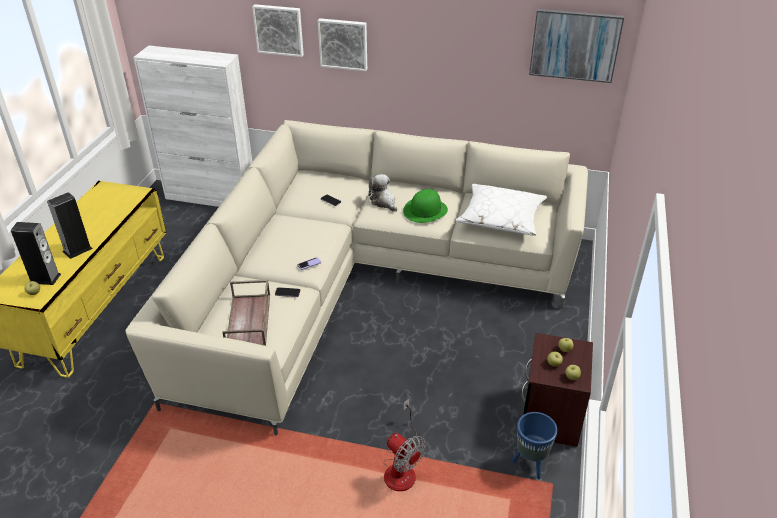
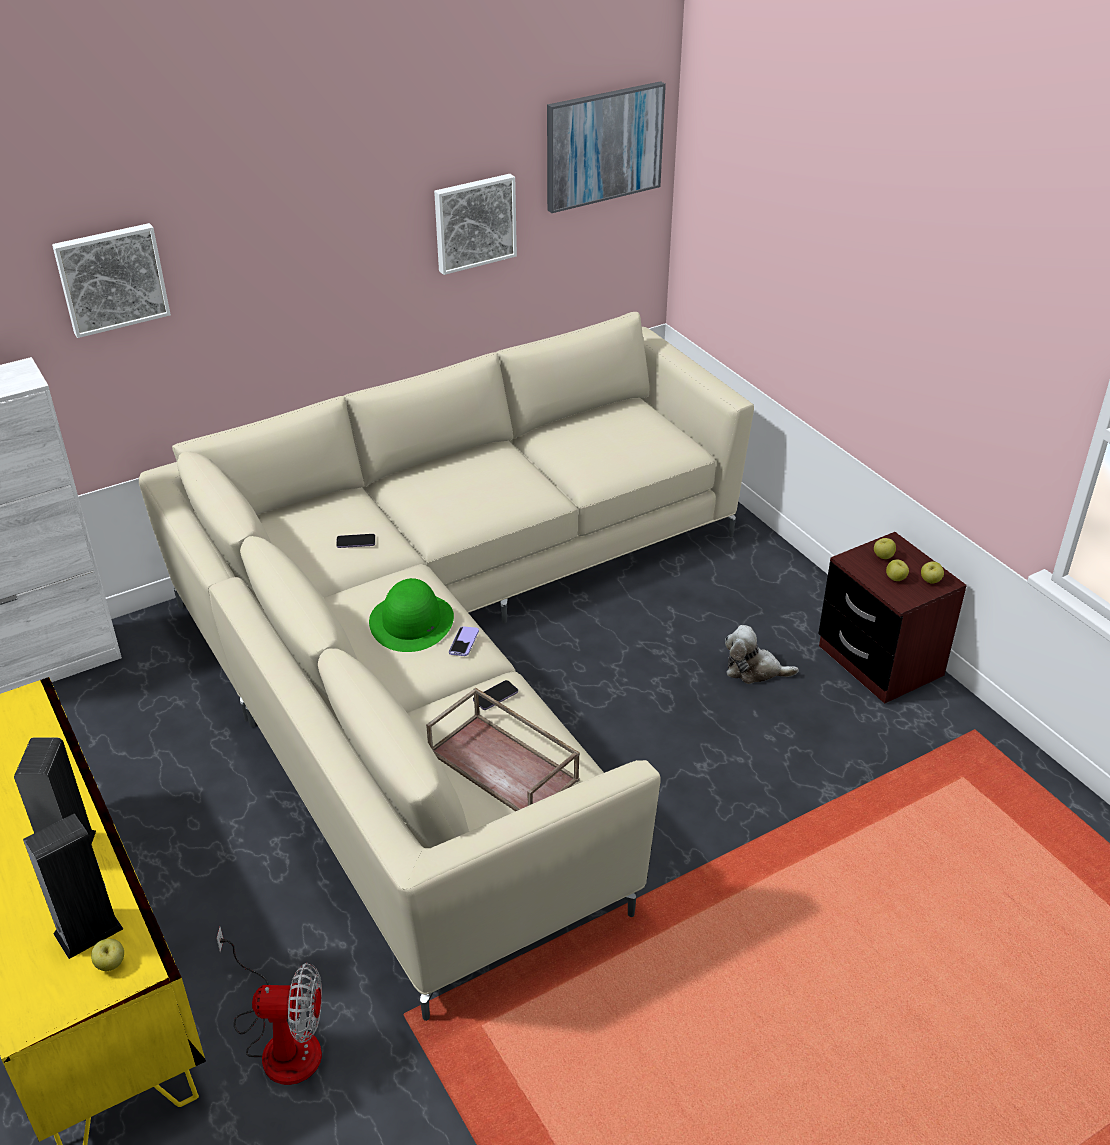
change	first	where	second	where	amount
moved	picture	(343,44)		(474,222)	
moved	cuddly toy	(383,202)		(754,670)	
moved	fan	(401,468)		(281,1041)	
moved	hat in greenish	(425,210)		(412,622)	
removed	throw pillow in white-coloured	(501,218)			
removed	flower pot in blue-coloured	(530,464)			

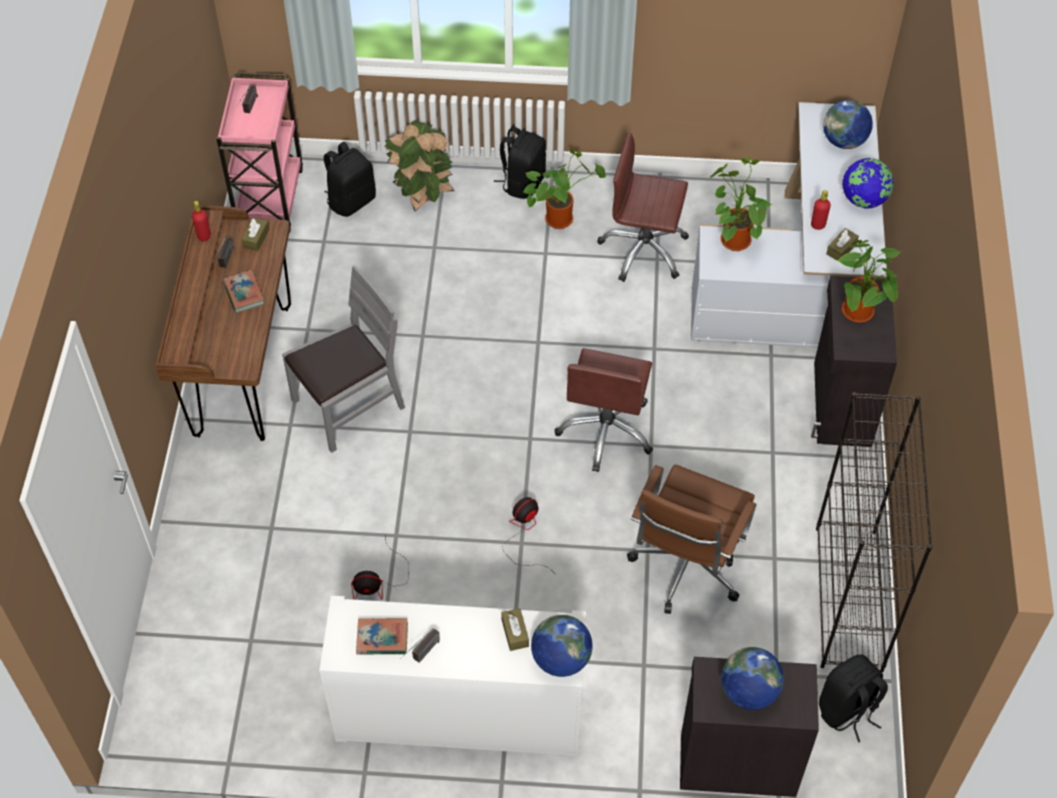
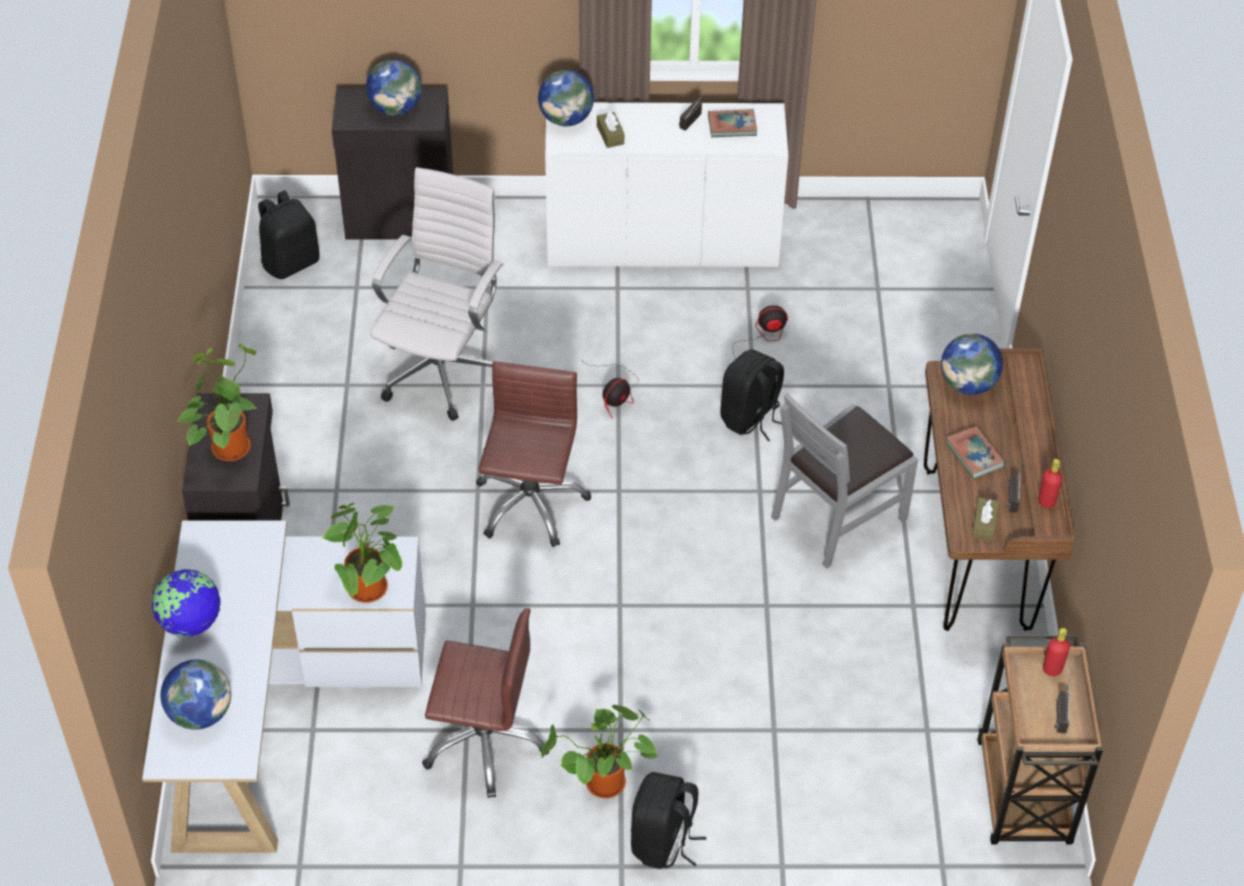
change	first	where	second	where	amount
recoloured	cart in pinkish	(269,197)	cart in brownish	(1024,795)	
moved	rucksack in black	(351,201)		(750,418)	
removed	potted plant	(421,194)			
recoloured	computer chair in brownish	(685,570)	computer chair in white-coloured	(442,369)	
moved	beverage bottle in red	(818,225)		(1052,669)	
removed	bookcase in black	(849,599)			
removed	tissue box in brownish	(841,249)			
added			desk globe	(968,384)	

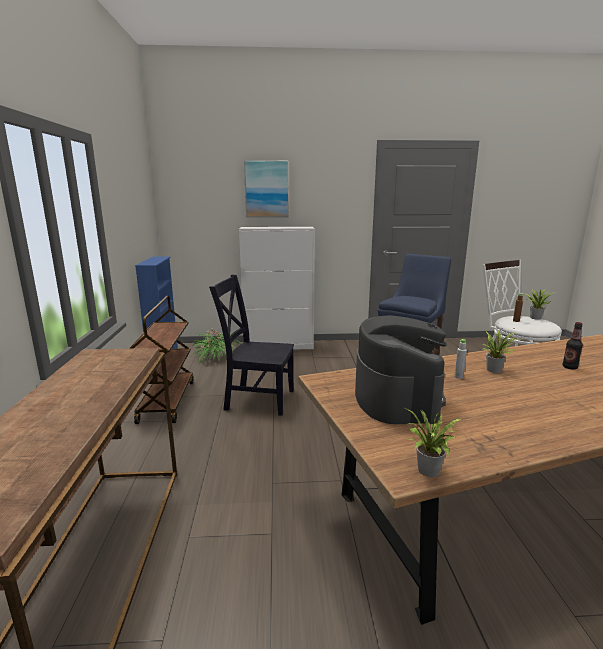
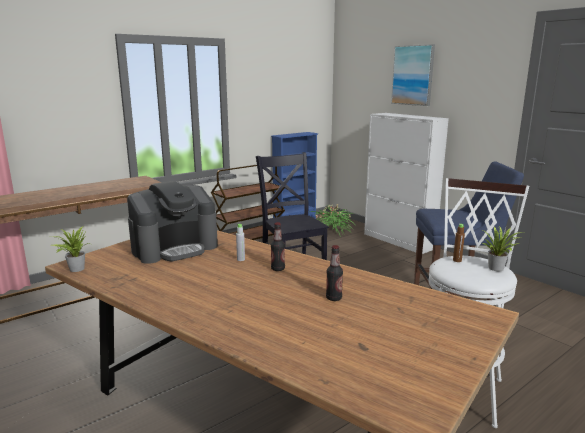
change	first	where	second	where	amount
replaced	potted plant	(494,369)	beverage bottle	(278,269)	

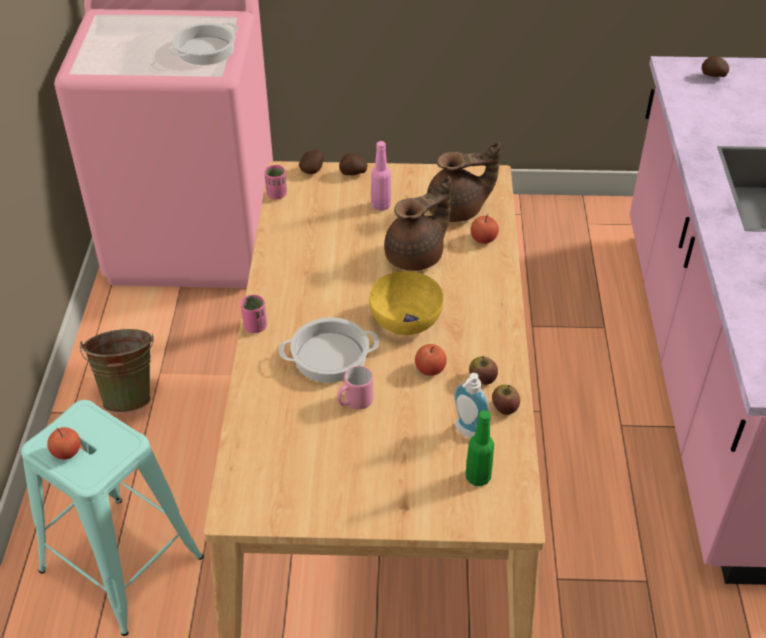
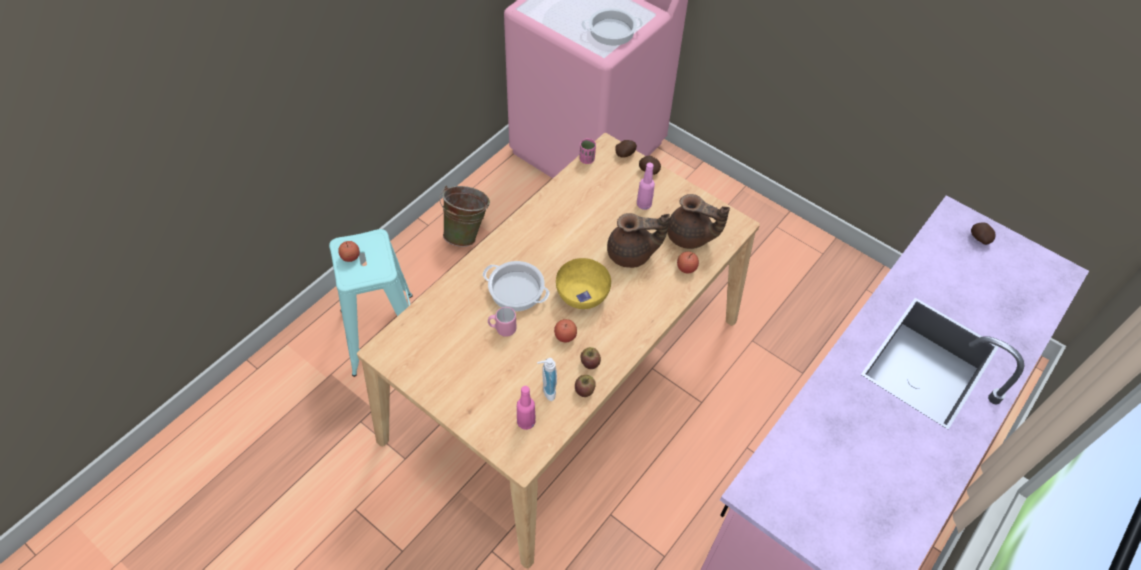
change	first	where	second	where	amount
removed	drinking cup in pinkish	(255,327)			
recoloured	beverage bottle in greenish	(478,477)	beverage bottle in pinkish	(526,422)	

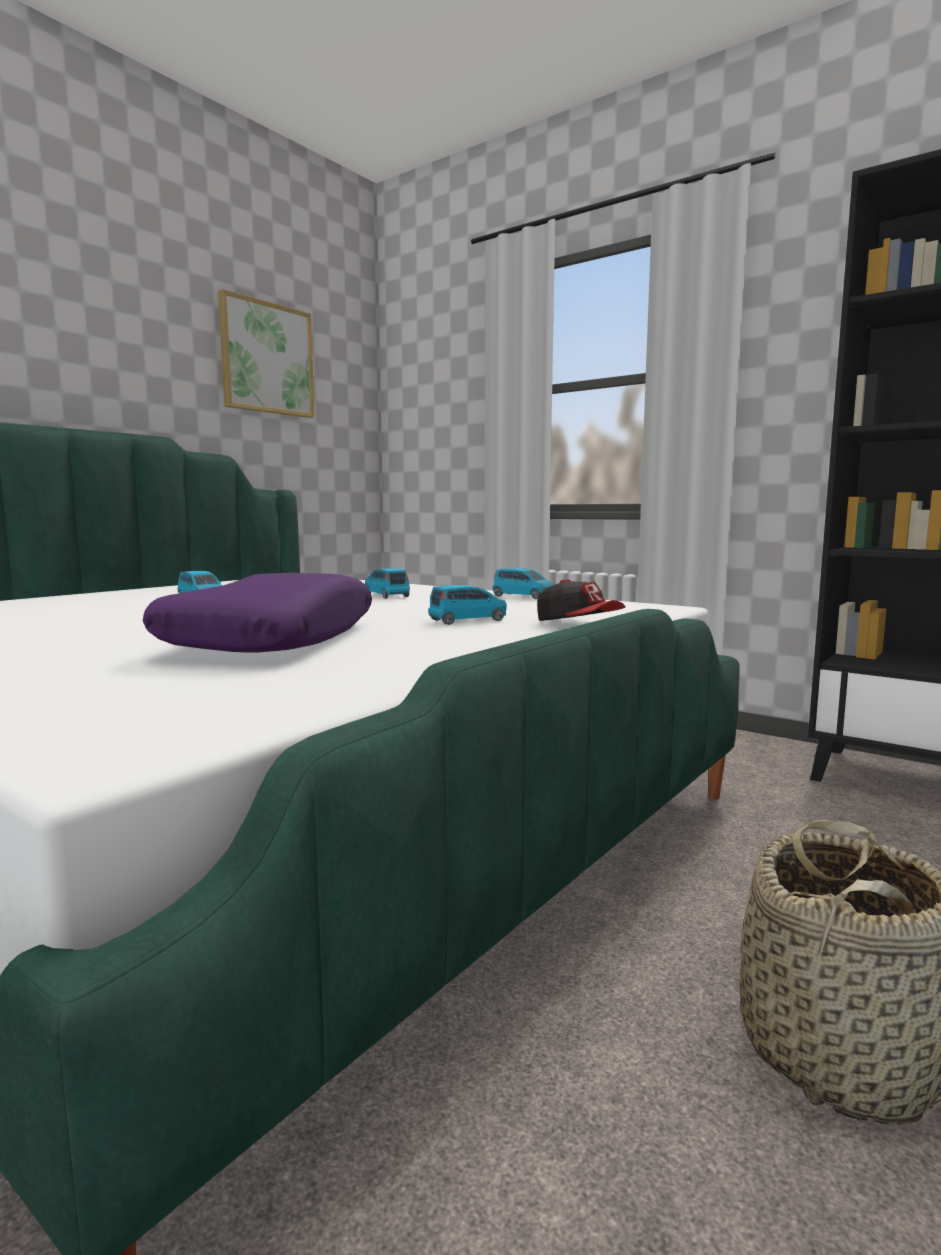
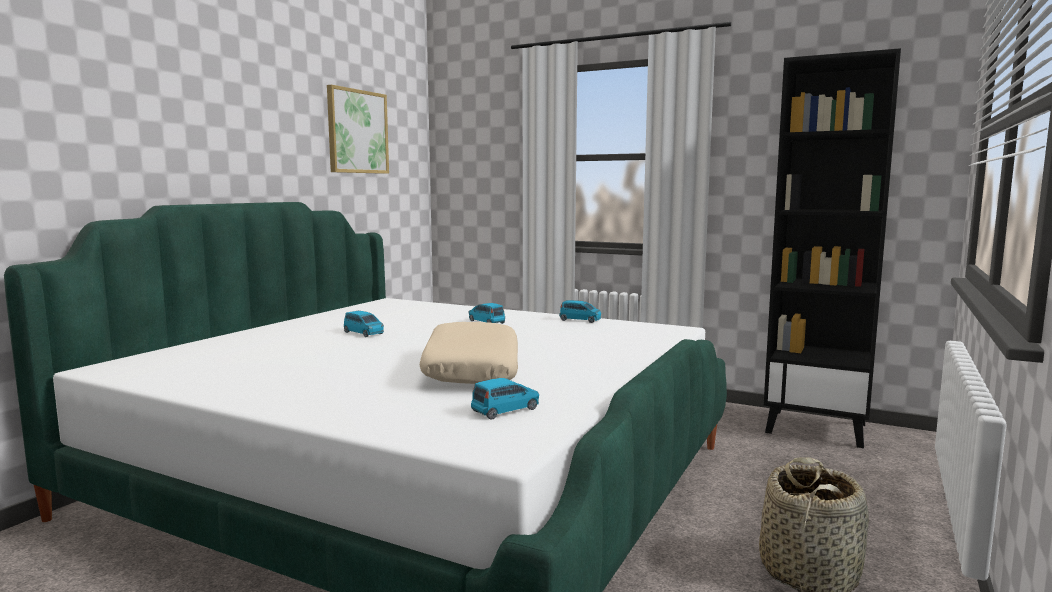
change	first	where	second	where	amount
recoloured	throw pillow in purple	(273,639)	throw pillow in sand-coloured	(471,369)	
moved	toy car in blue-coloured	(468,620)		(505,410)	
removed	baseball cap	(578,624)			

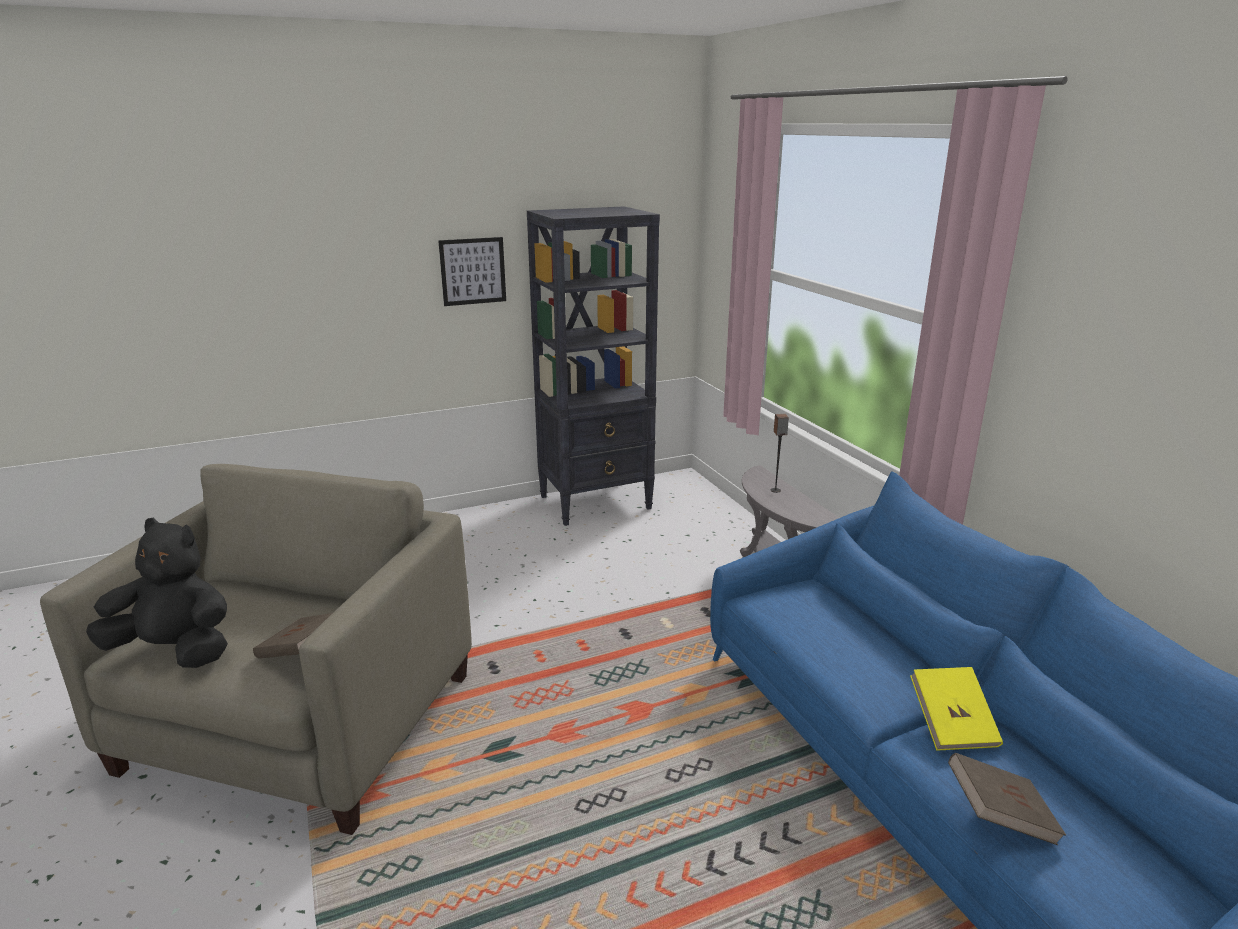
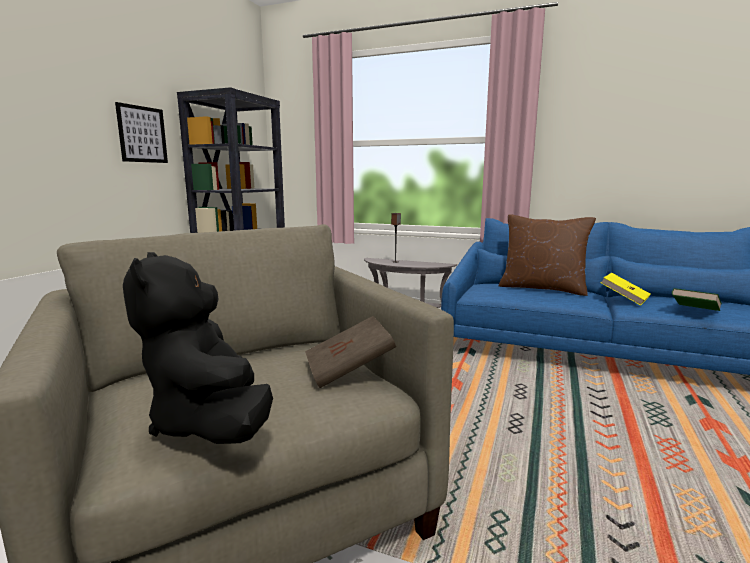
change	first	where	second	where	amount
turned	cuddly toy in black	(175,650)		(210,423)	75 degrees counterclockwise
recoloured	book in brownish	(999,815)	book in greenish	(694,311)	
added			throw pillow in brownish	(542,288)	

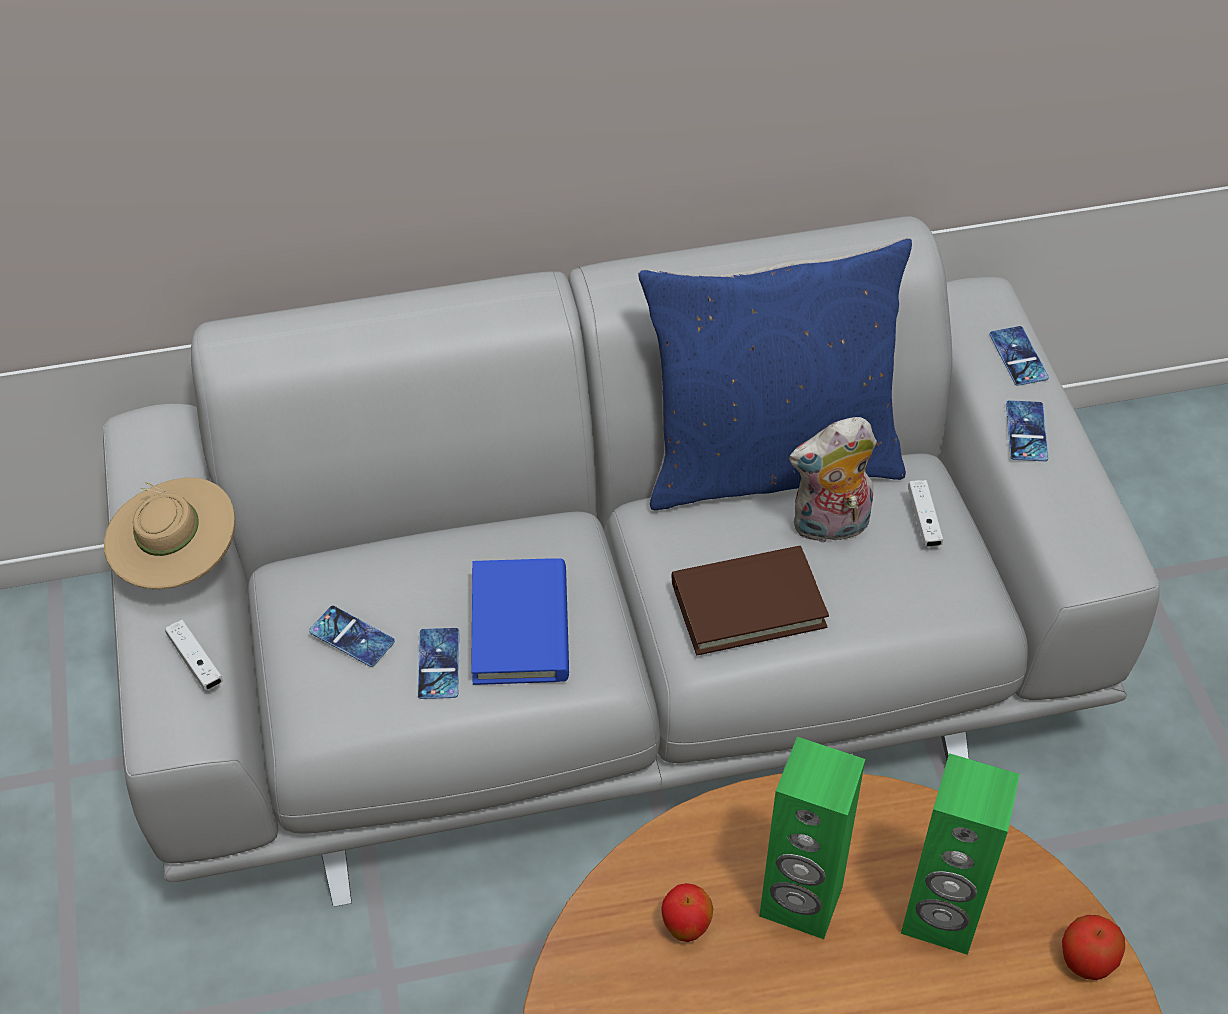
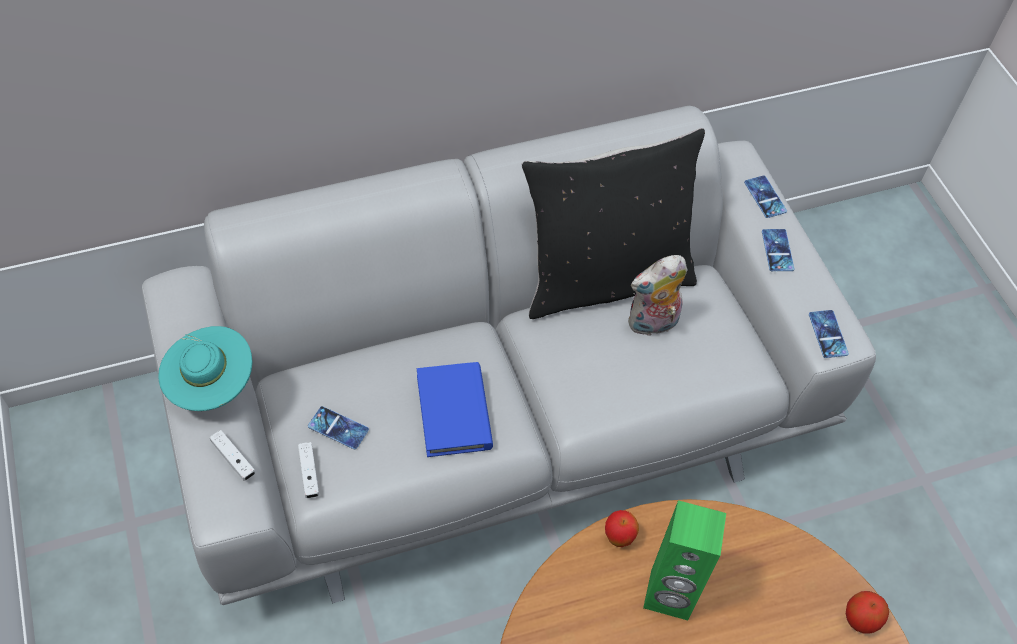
change	first	where	second	where	amount
recoloured	hat in sand-coloured	(178,564)	hat in turquoise-coloured	(211,386)	
moved	telephone	(438,664)		(828,334)	
recoloured	throw pillow in blue-coloured	(769,461)	throw pillow in black	(604,278)	
moved	apple fruit	(686,928)		(618,538)	
removed	book in brownish	(748,604)			
removed	speaker in greenish	(941,918)			
moved	joypad in white-coloured	(924,520)		(309,473)	

